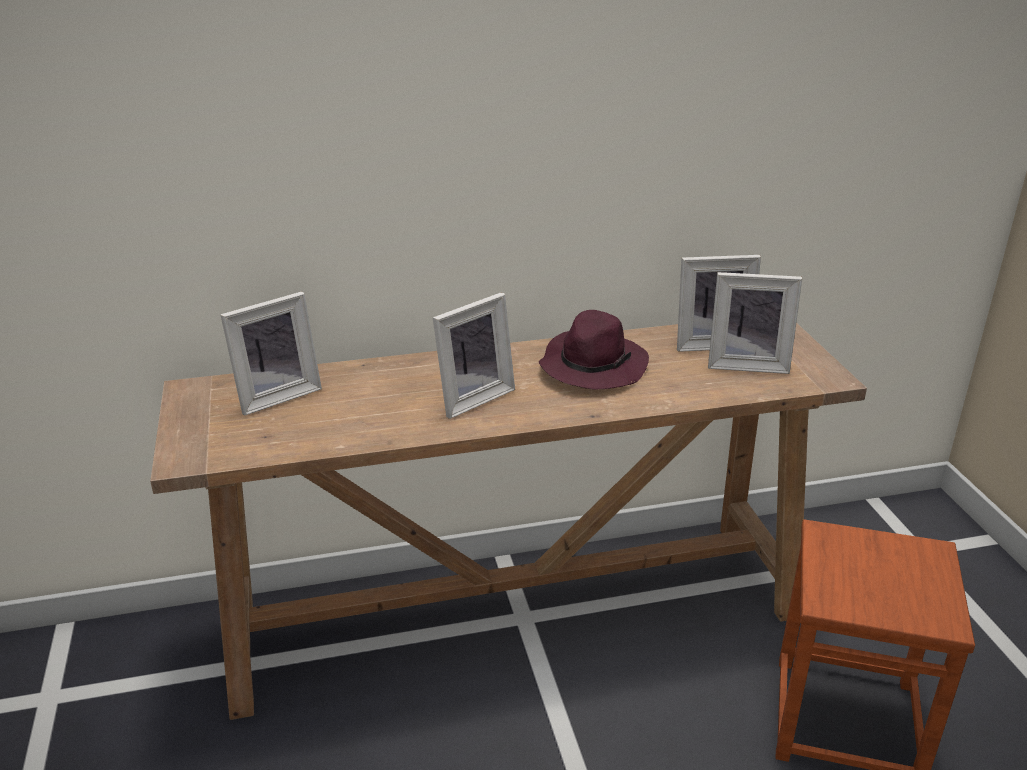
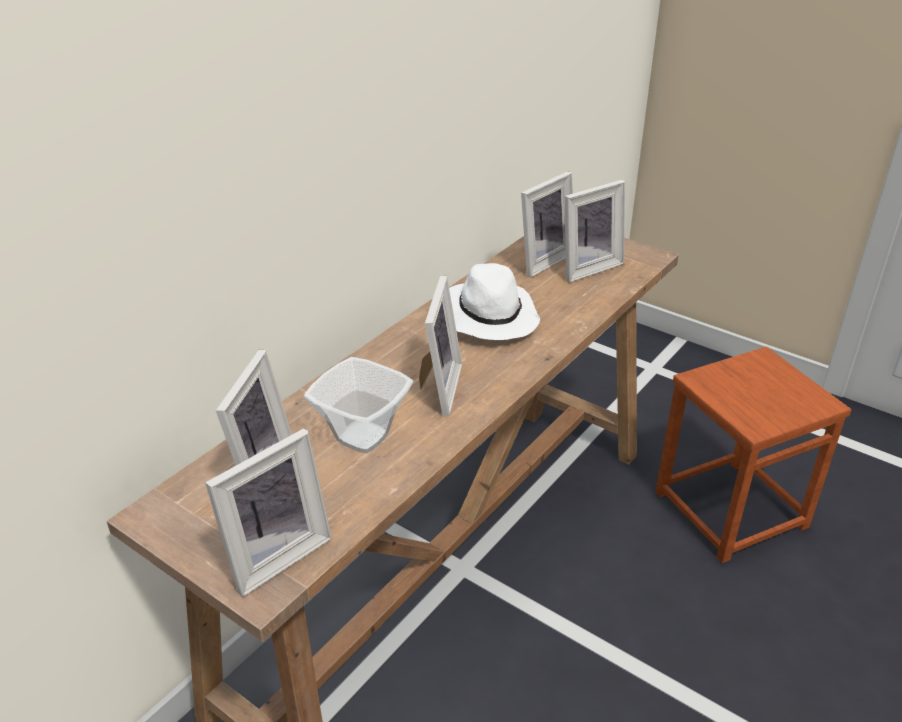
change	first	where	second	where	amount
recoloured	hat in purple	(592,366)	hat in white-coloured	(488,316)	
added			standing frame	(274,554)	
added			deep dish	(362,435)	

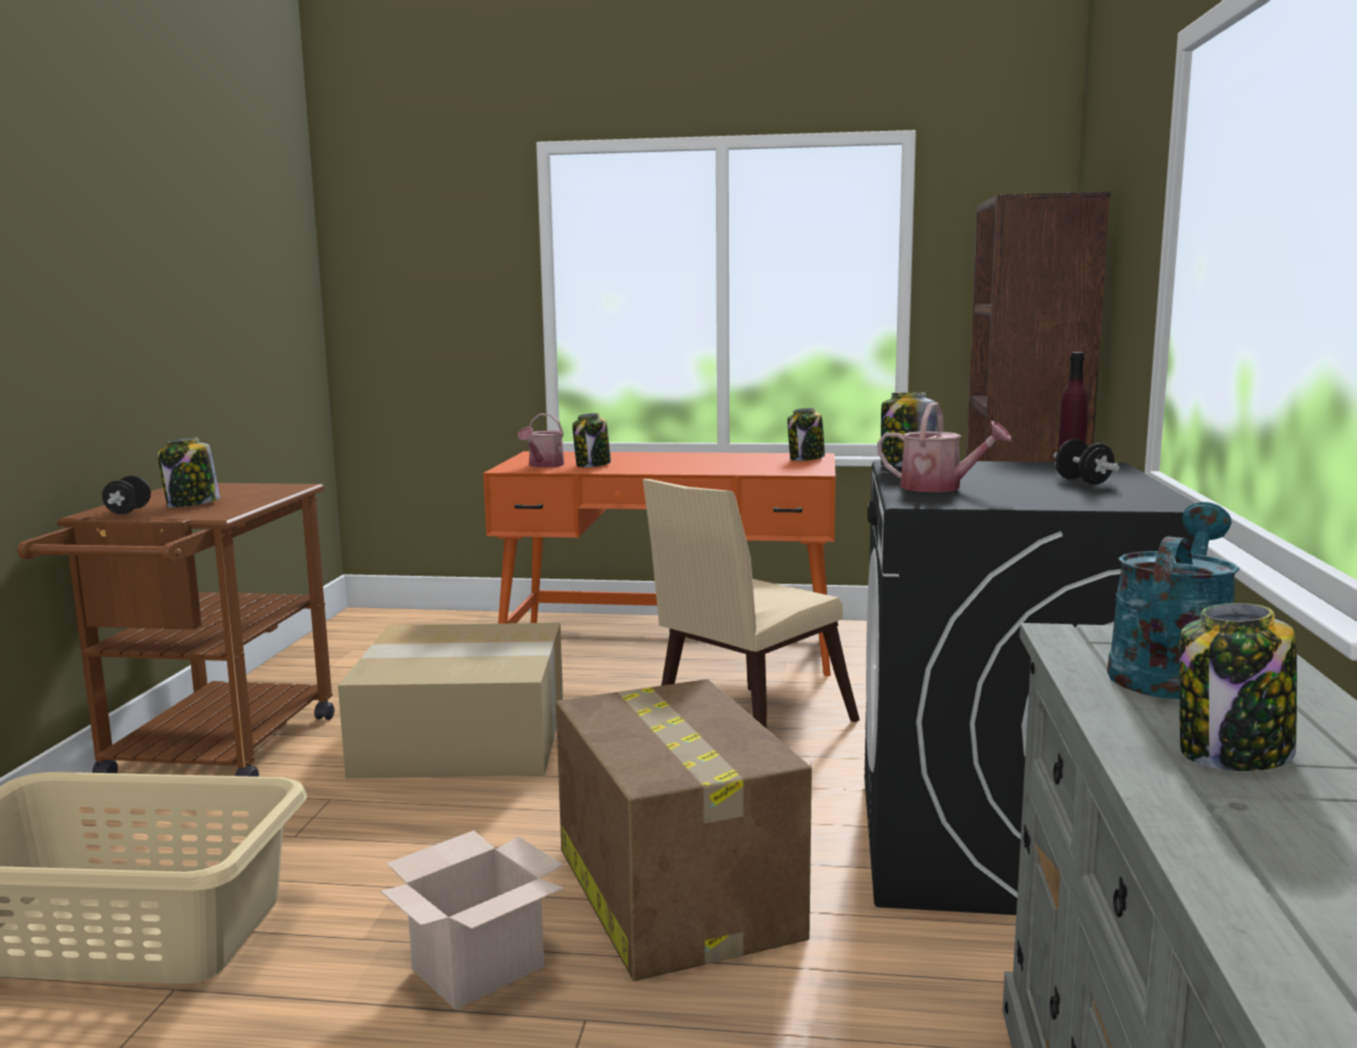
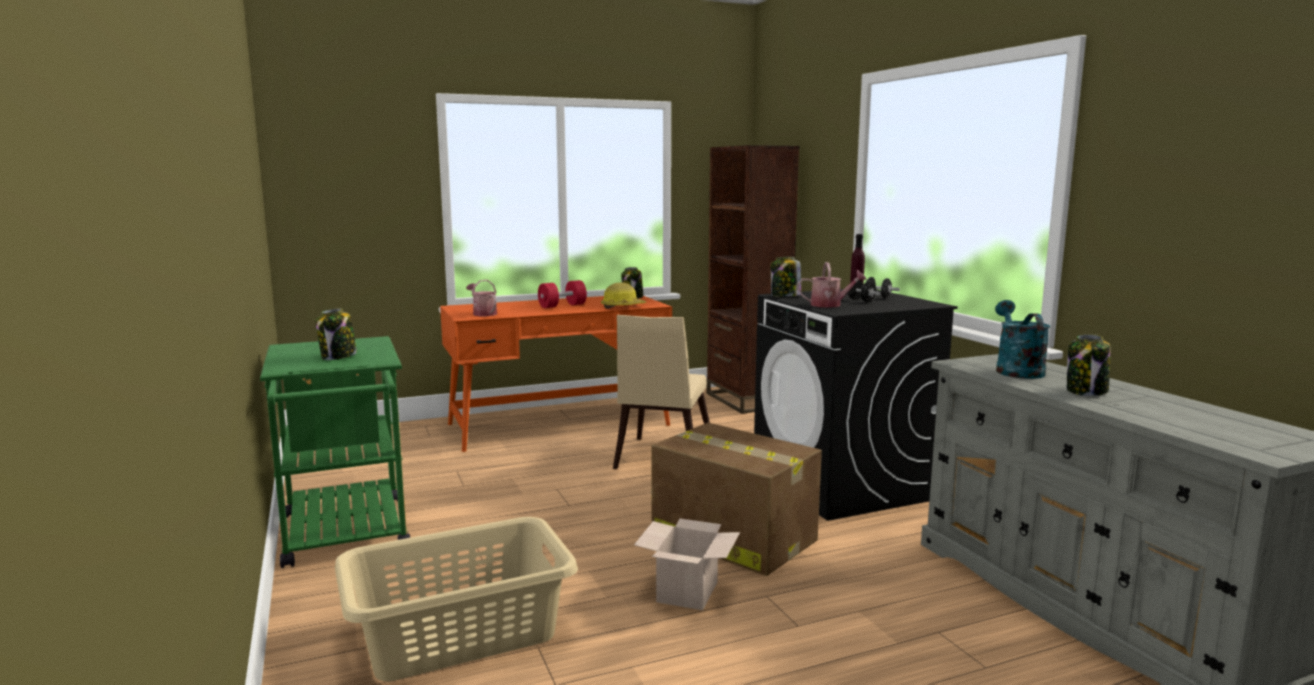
change	first	where	second	where	amount
recoloured	cart in brownish	(211,755)	cart in greenish	(346,537)	
moved	hand weight in black	(128,511)		(861,301)	
removed	cardboard box	(466,736)			
turned	sprinkling can	(544,465)		(483,313)	150 degrees clockwise
removed	jar	(593,465)			
added			hand weight in red	(562,306)	
added			work helmet	(622,307)	

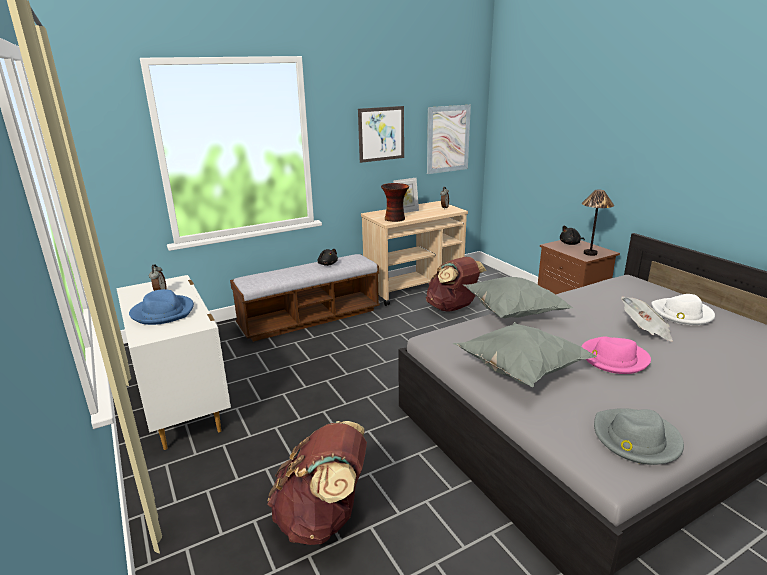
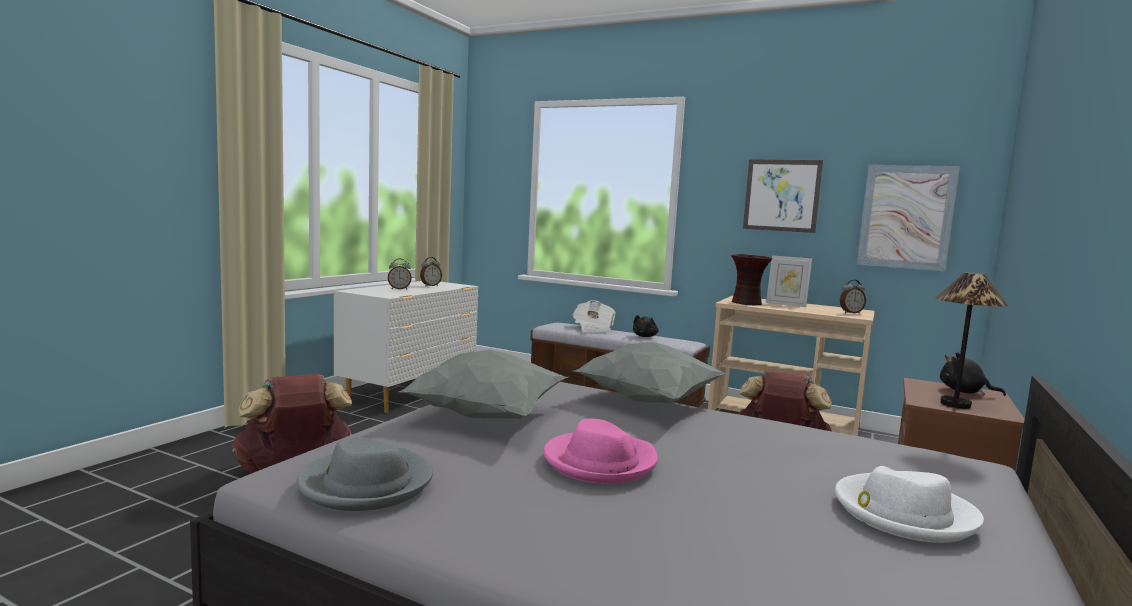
change	first	where	second	where	amount
replaced	hat in blue-coloured	(163,312)	table clock	(399,289)	
moved	newspaper	(645,331)		(593,329)	

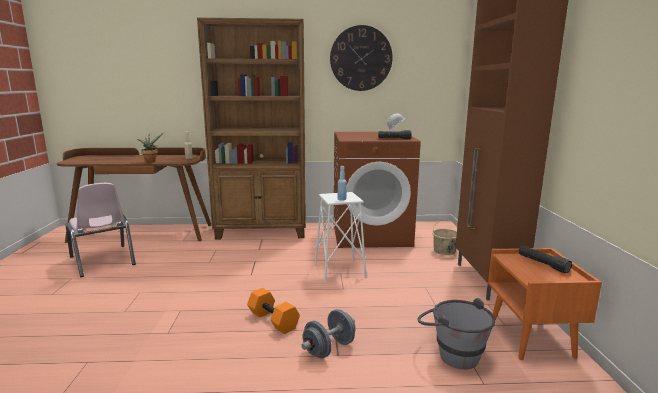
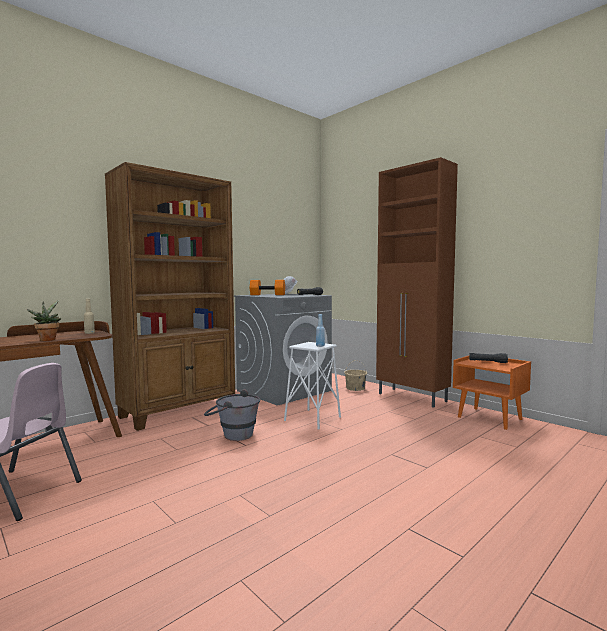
change	first	where	second	where	amount
moved	hand weight in orange	(274,320)		(268,295)	
removed	hand weight in gray	(329,348)			
removed	wall clock	(361,58)			
recoloured	laundry machine in brownish	(371,234)	laundry machine in gray	(284,390)	
moved	water bucket in gray	(451,353)		(232,434)	

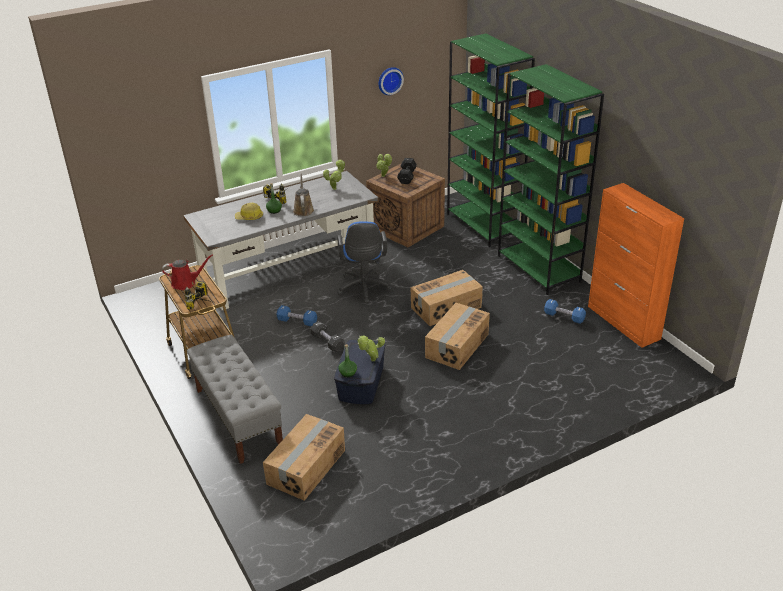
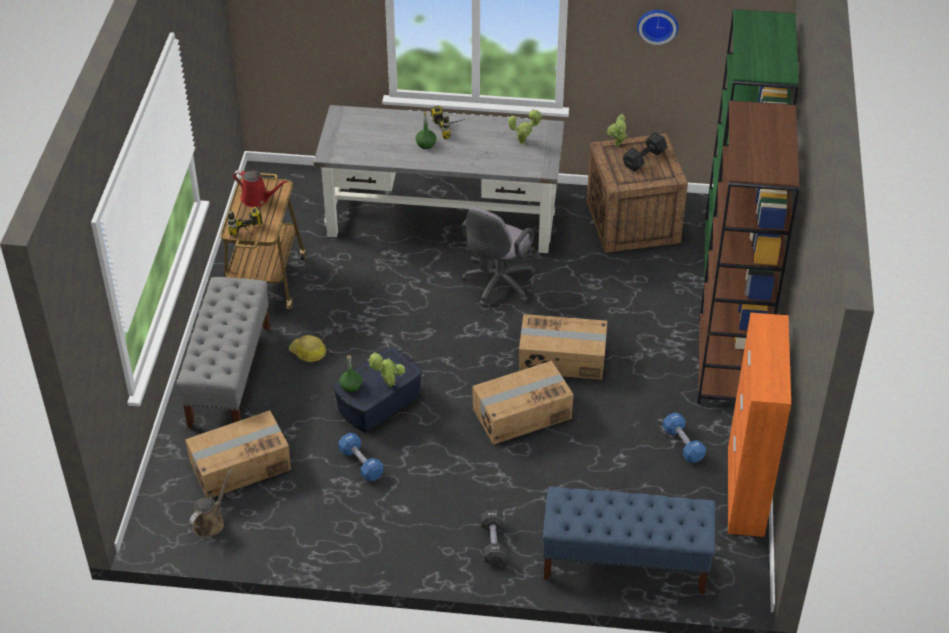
change	first	where	second	where	amount
moved	work helmet	(249,217)		(308,353)	
moved	hand weight in blue-coloured	(297,321)		(361,463)	
moved	sprinkling can in brownish	(303,210)		(210,522)	
moved	hand weight in black	(327,342)		(493,544)	
recoloured	computer chair in blue-coloured	(363,289)	computer chair in gray	(497,286)	
recoloured	bookcase in greenish	(539,269)	bookcase in brownish	(729,363)	
added			long seat in blue-coloured	(624,563)	

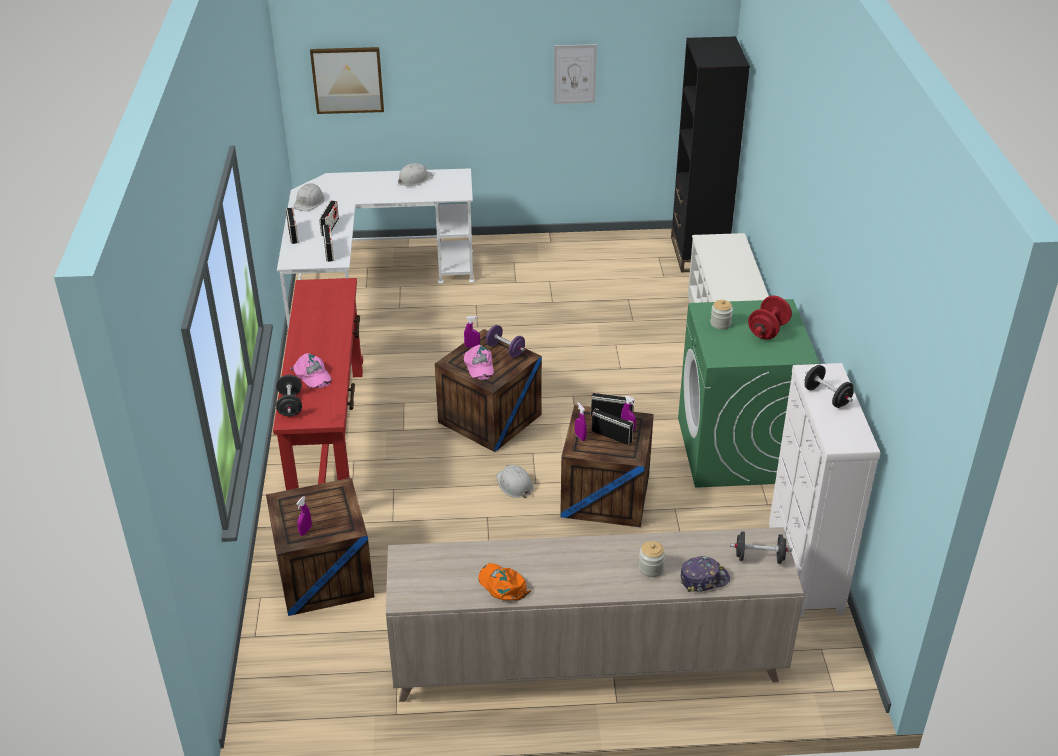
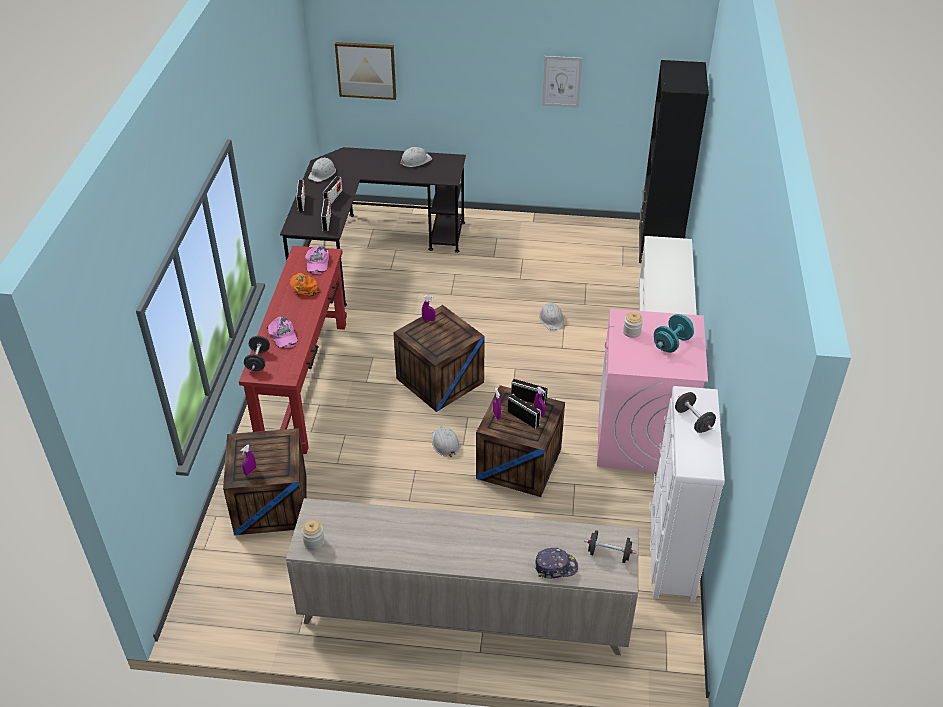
change	first	where	second	where	amount
recoloured	desk unit in white-coloured	(367,288)	desk unit in black	(368,249)	
moved	baseball cap in pinkish	(479,366)		(317,262)	
moved	baseball cap in orange	(503,585)		(304,286)	
removed	hand weight in purple	(505,350)			
moved	jar	(651,568)		(314,541)	
recoloured	laundry machine in greenish	(735,450)	laundry machine in pinkish	(641,437)	
recoloured	hand weight in red	(768,330)	hand weight in turquoise-coloured	(671,343)	
added			work helmet in white-coloured	(551,319)	

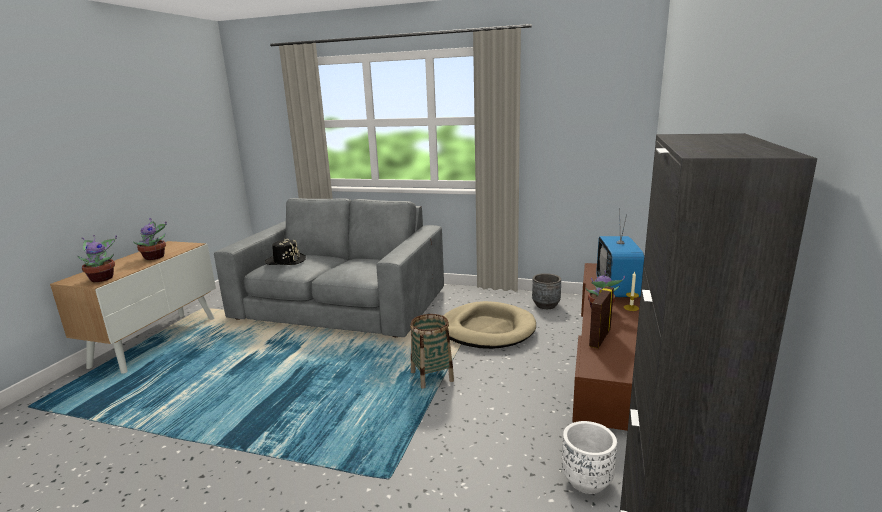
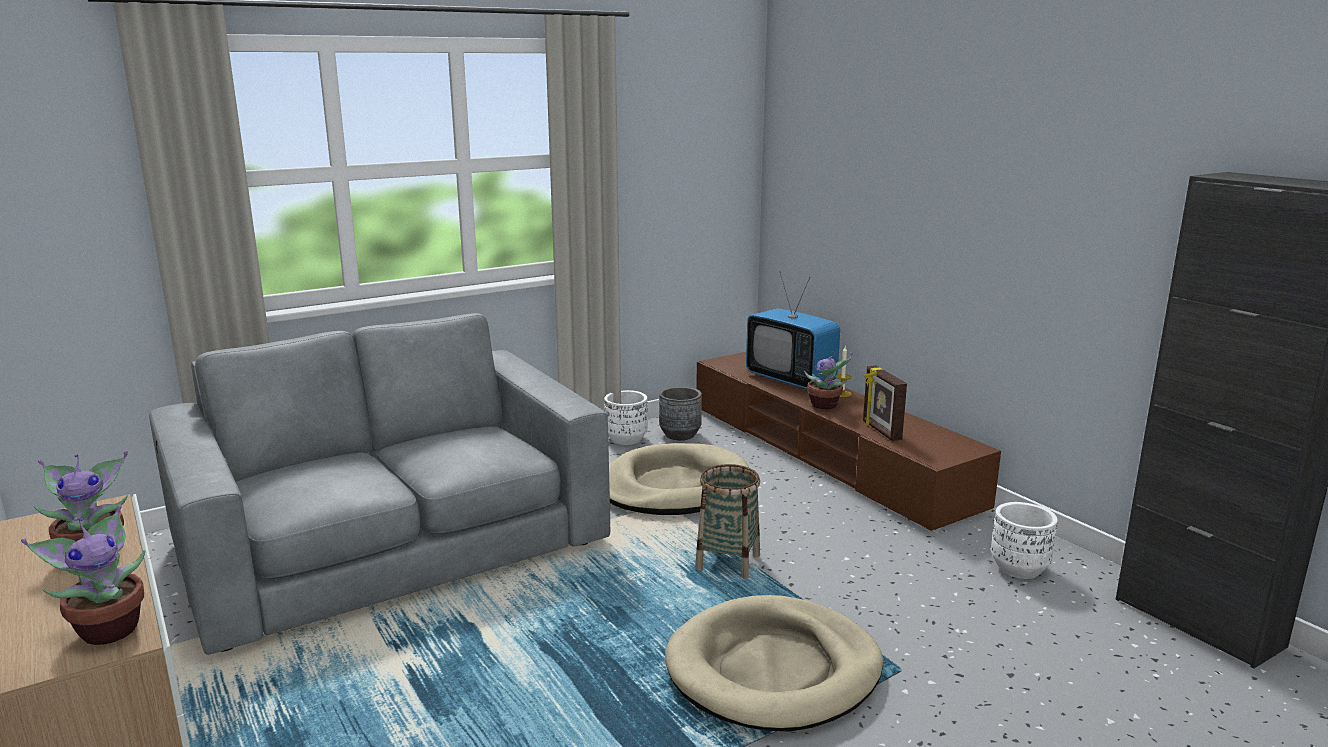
change	first	where	second	where	amount
removed	hat in black	(286,261)			
added			flower pot in white-coloured	(626,439)	
added			dog bed in sand-coloured	(773,669)	

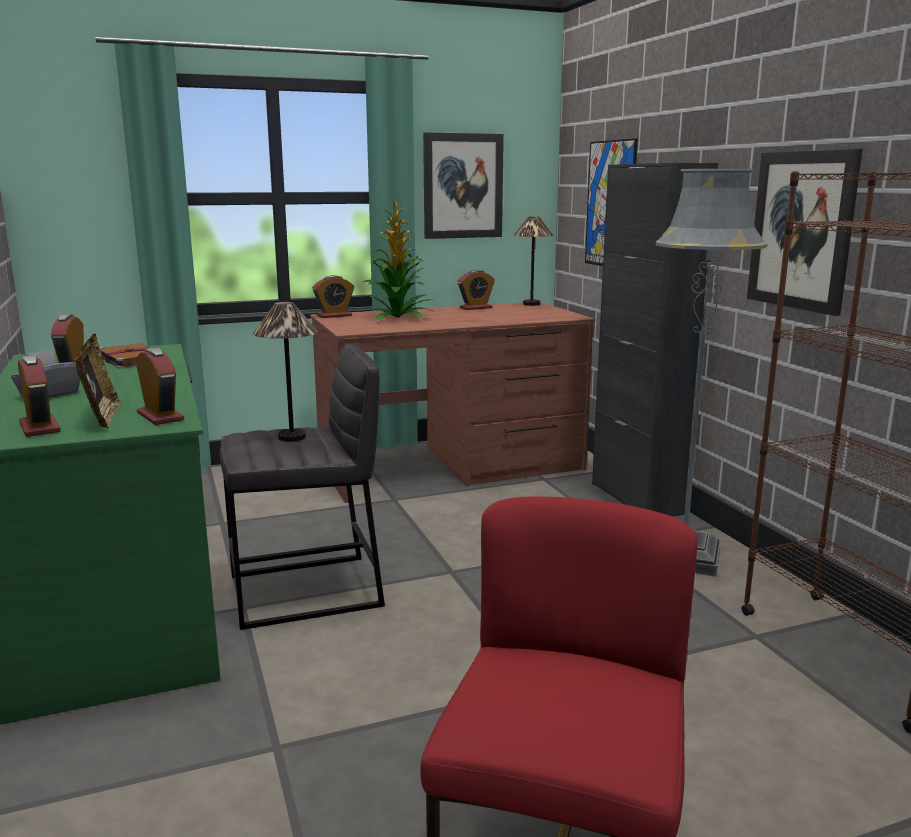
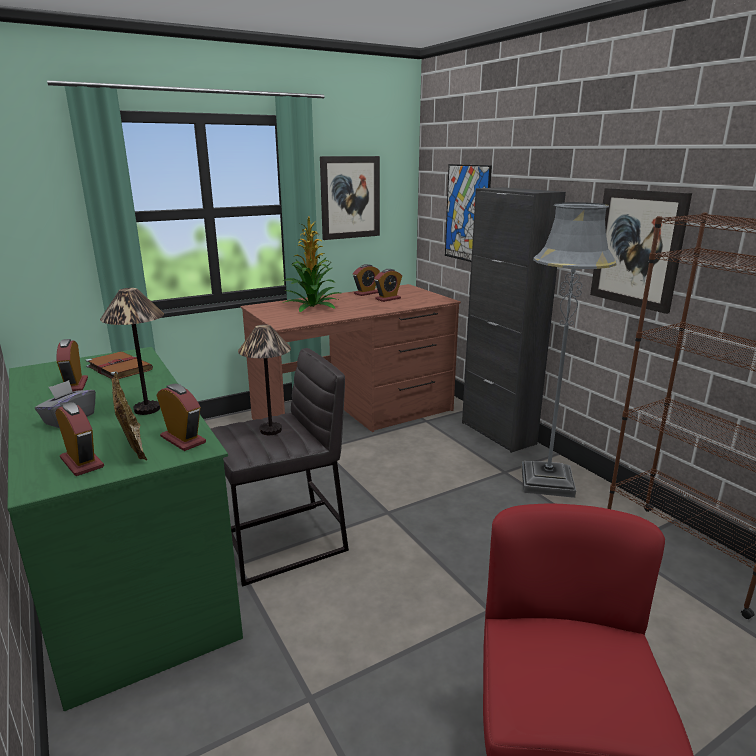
change	first	where	second	where	amount
moved	table clock	(334,316)		(388,299)	
moved	table lamp	(532,304)		(148,409)	

